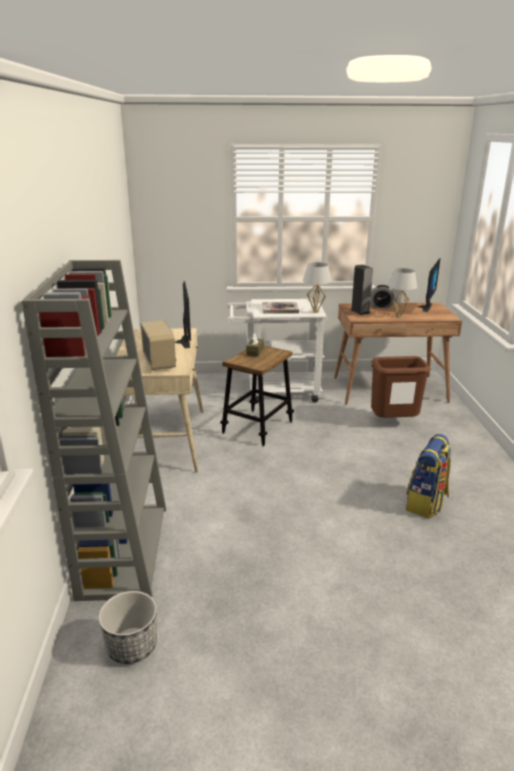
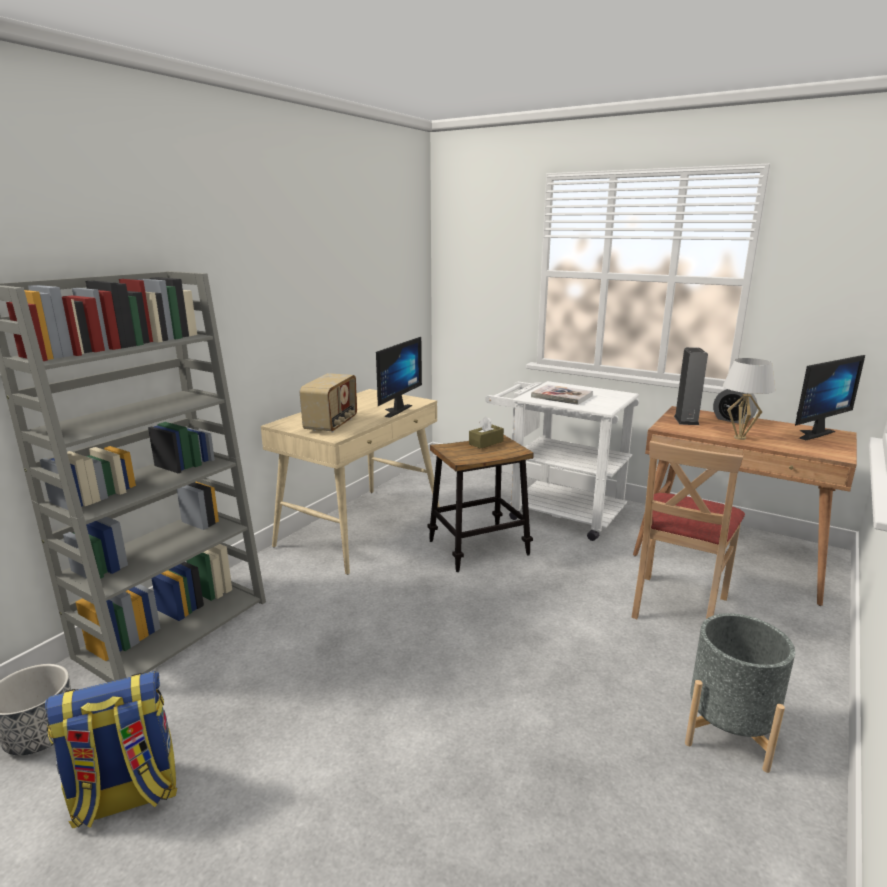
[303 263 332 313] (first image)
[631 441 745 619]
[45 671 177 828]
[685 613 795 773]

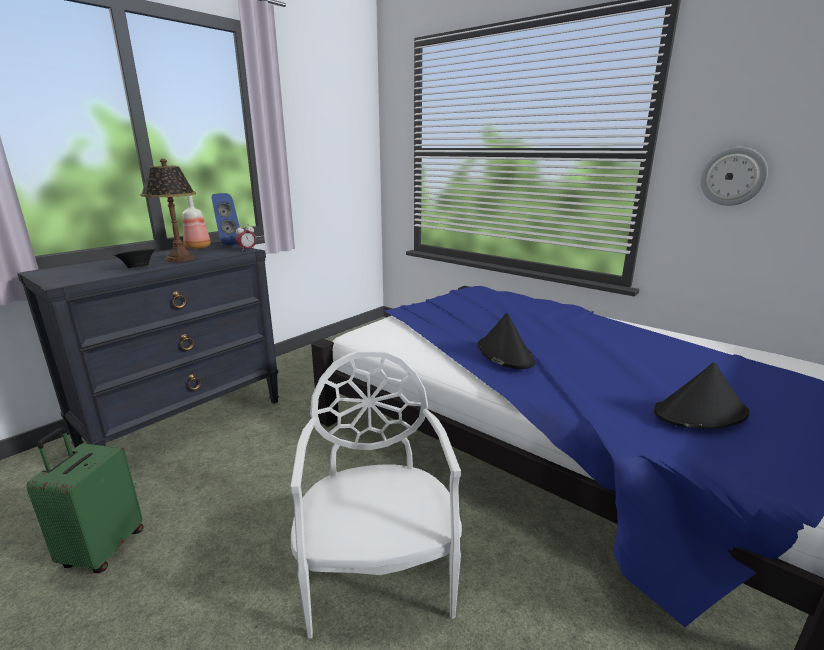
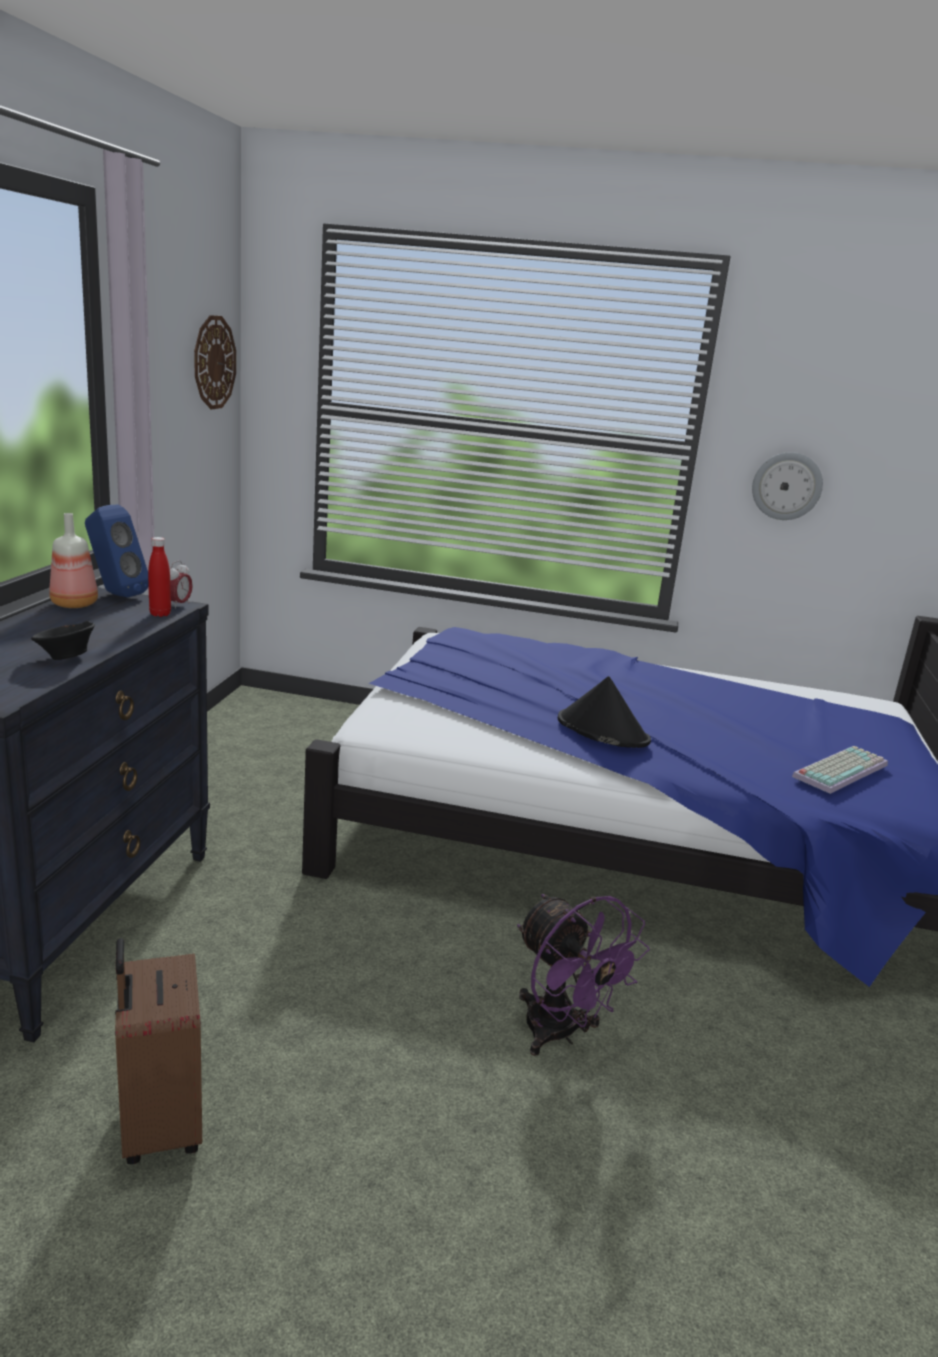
[140 159 196 262] (first image)
[517 894 650 1056]
[792 746 888 794]
[115 938 202 1164]
[194 315 236 409]
[148 537 171 617]

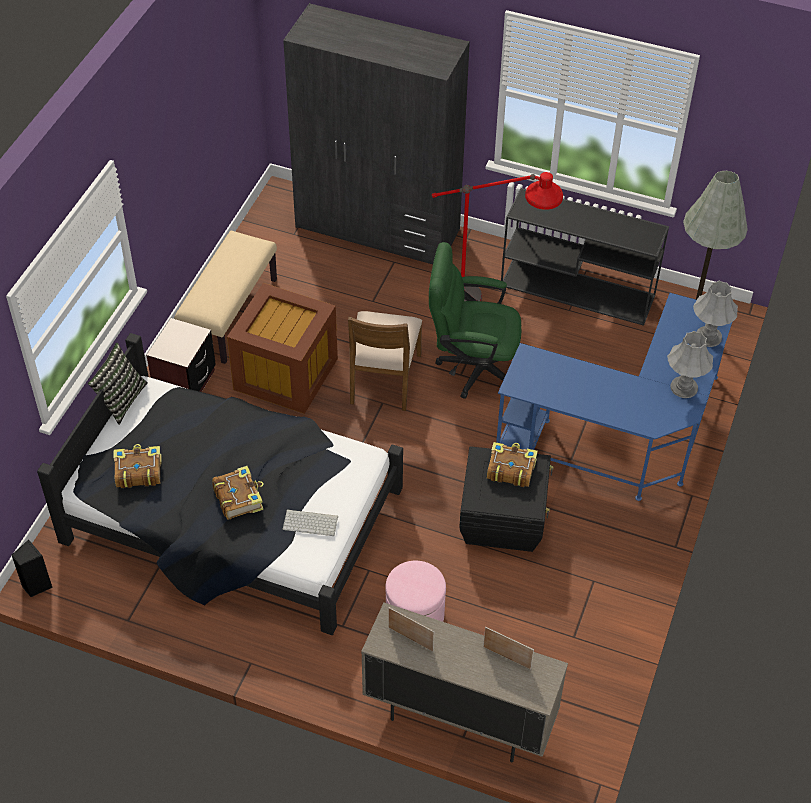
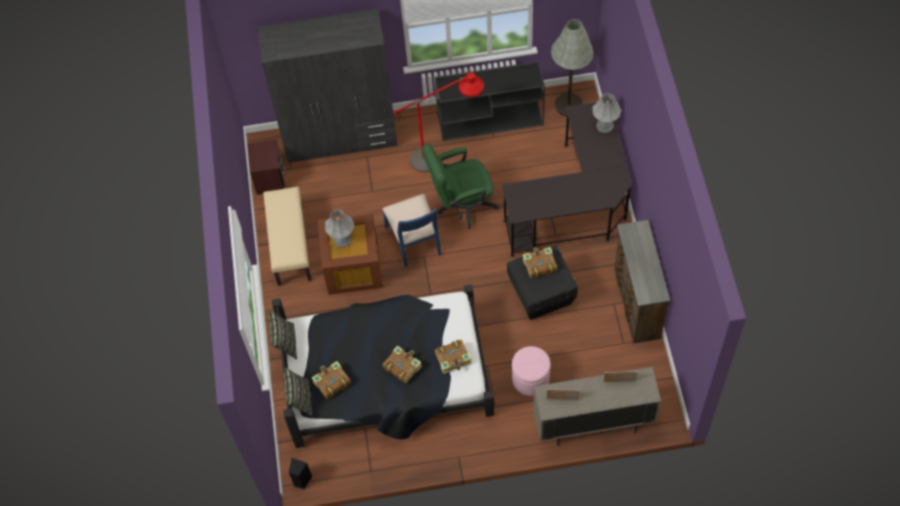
[502 100 632 257]
[382 194 441 267]
[247 139 285 195]
[325 209 354 247]
[435 339 472 374]
[614 220 670 344]
[284 367 312 417]

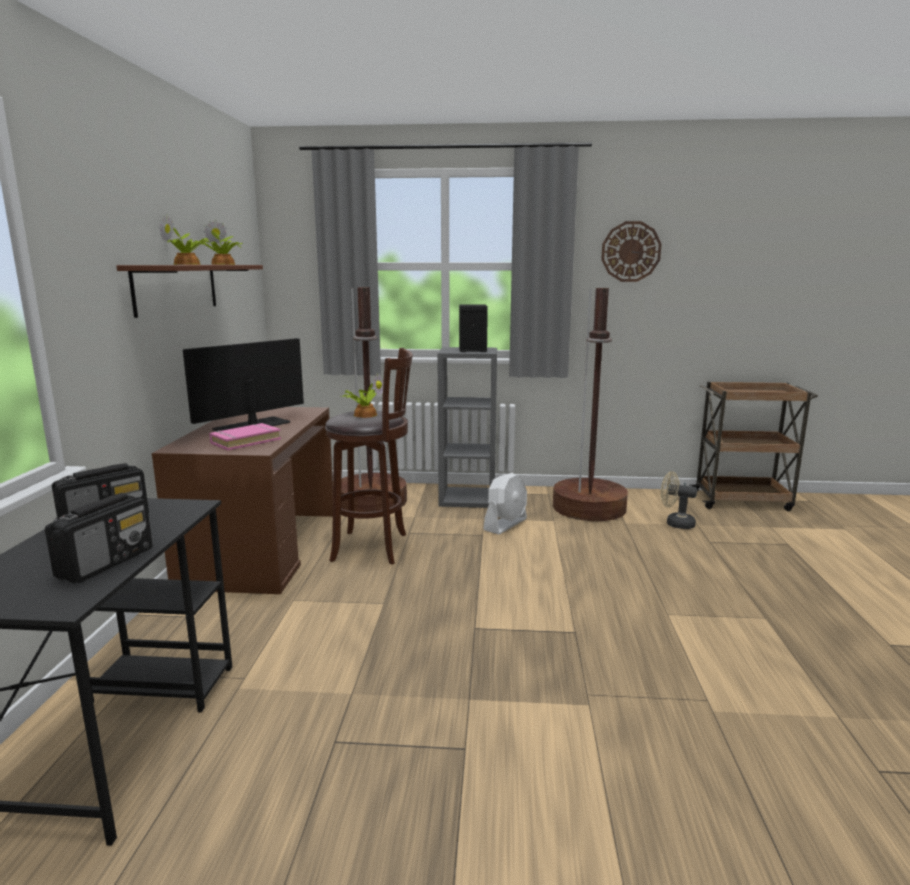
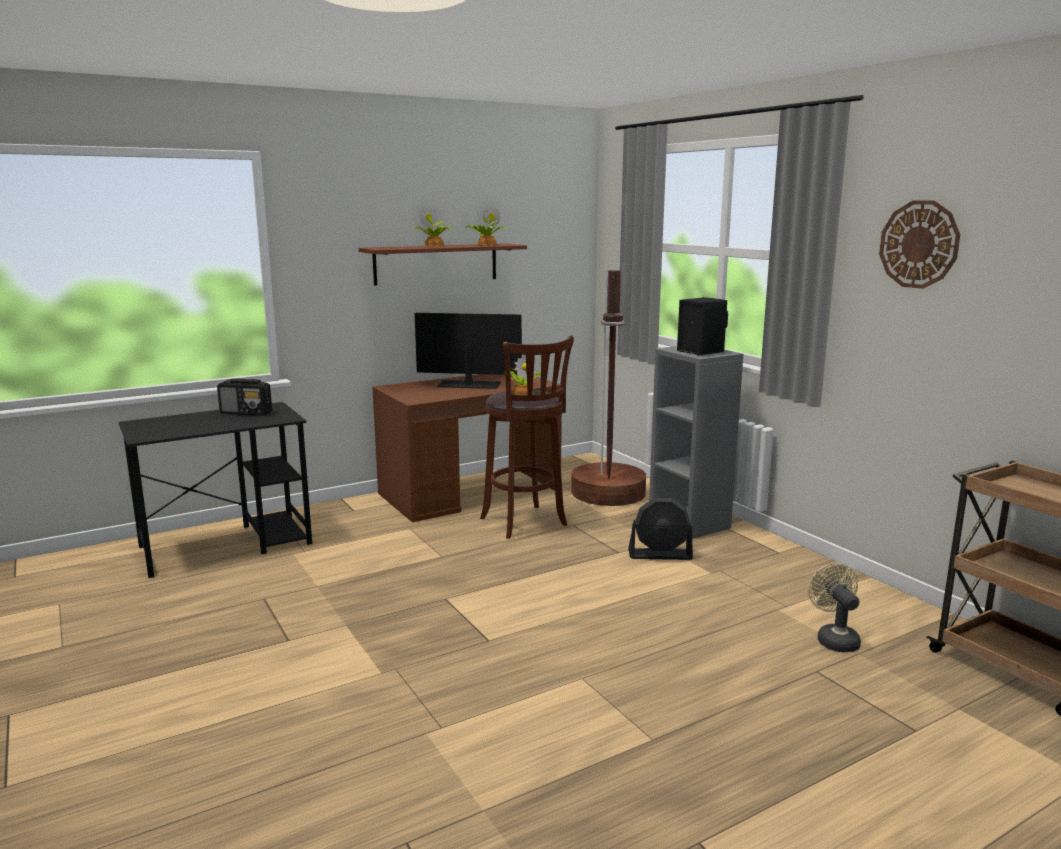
[553 288 628 521] (first image)
[209 423 281 451] (first image)
[628 498 693 560]
[45 493 152 583] (first image)

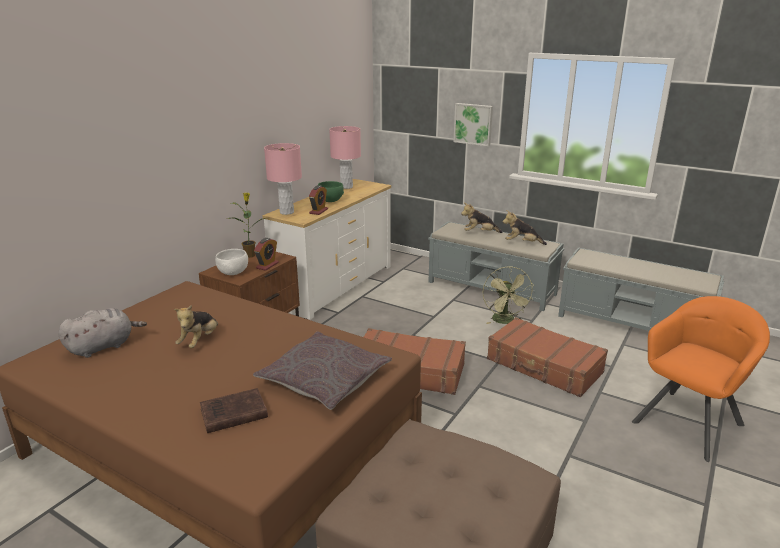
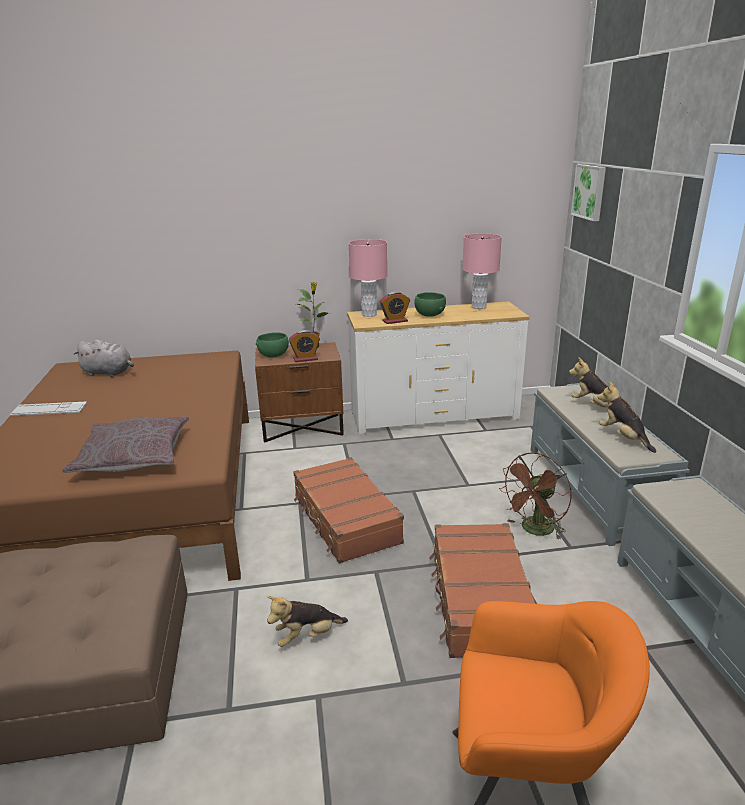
[571 164 606 221]
[256 332 289 358]
[499 452 572 540]
[267 596 348 647]
[200 388 268 433] (first image)
[10 401 87 416]

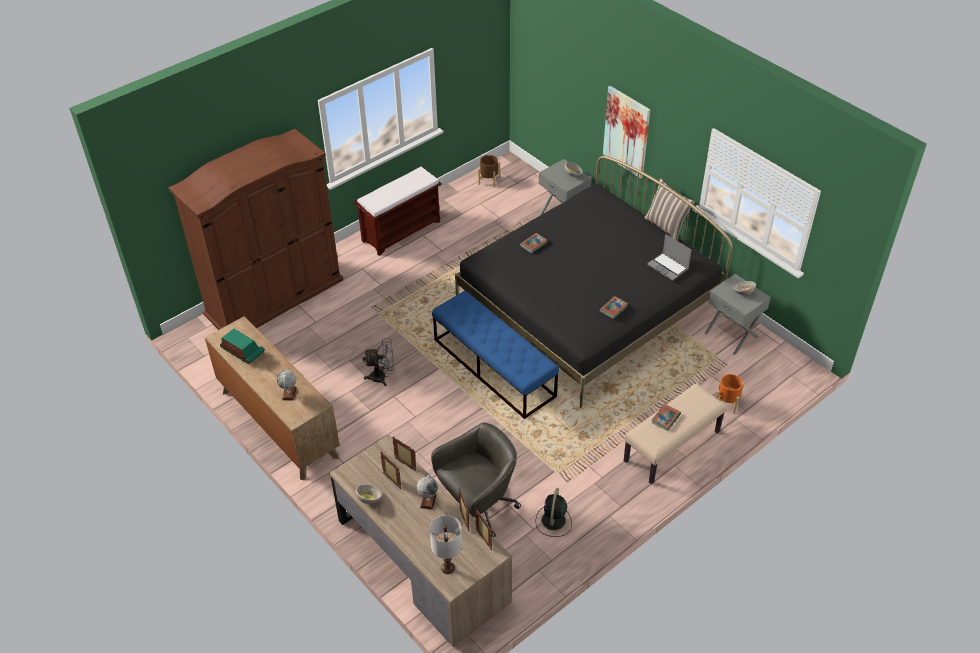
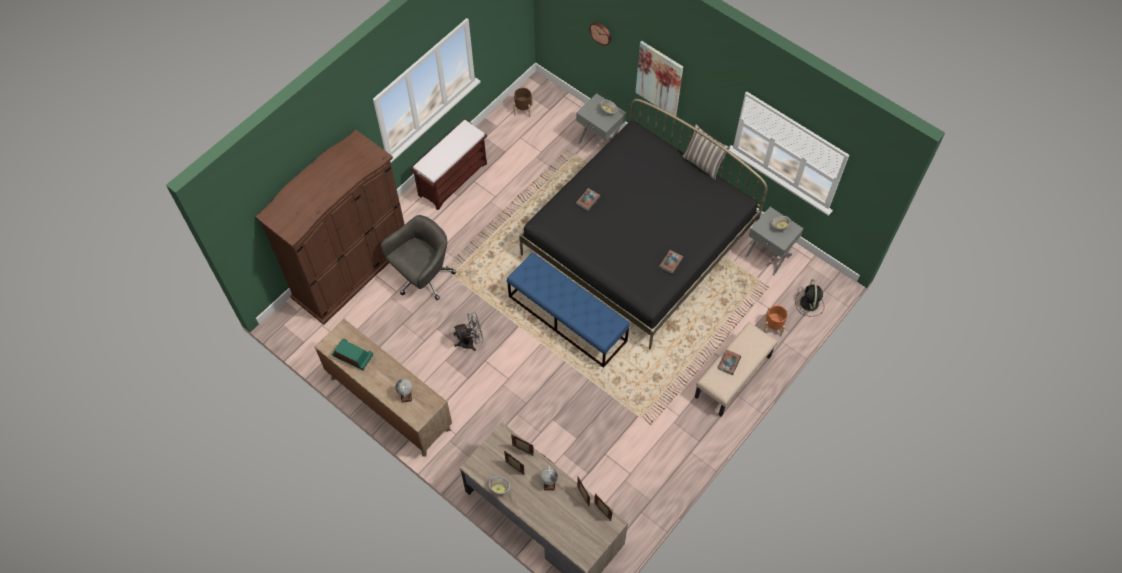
[647 234 691 281] (first image)
[381 215 456 300]
[795 279 824 316]
[430 515 462 574] (first image)
[589 22 611 46]

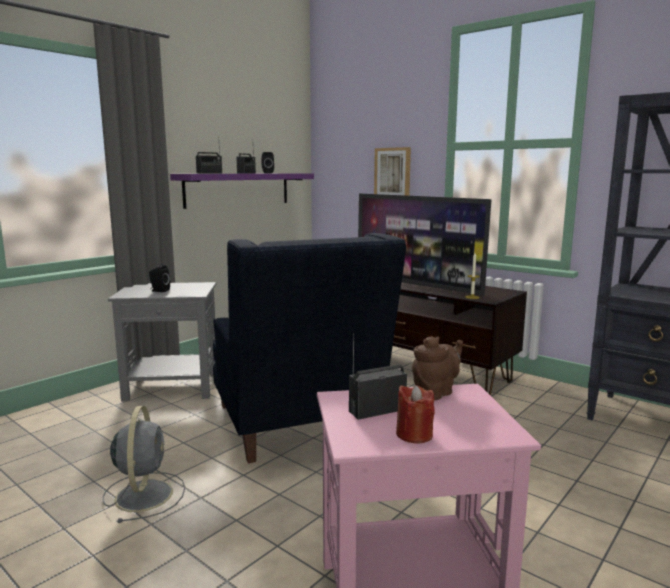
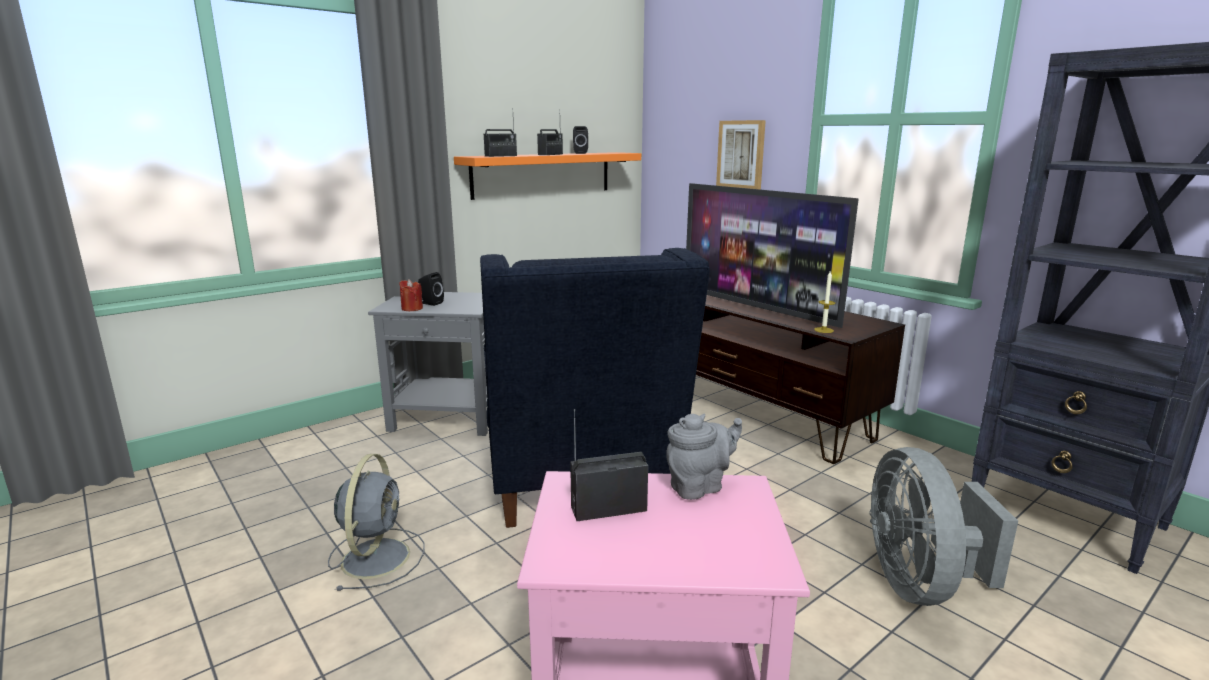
[454 152 641 200]
[666 414 742 500]
[399 279 423 311]
[870 447 1018 606]

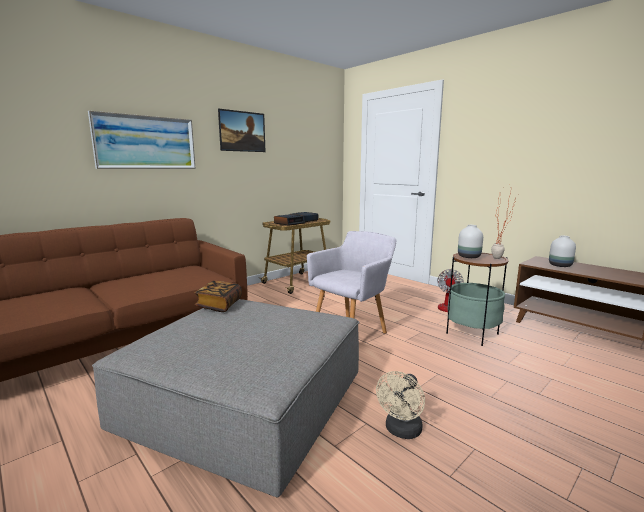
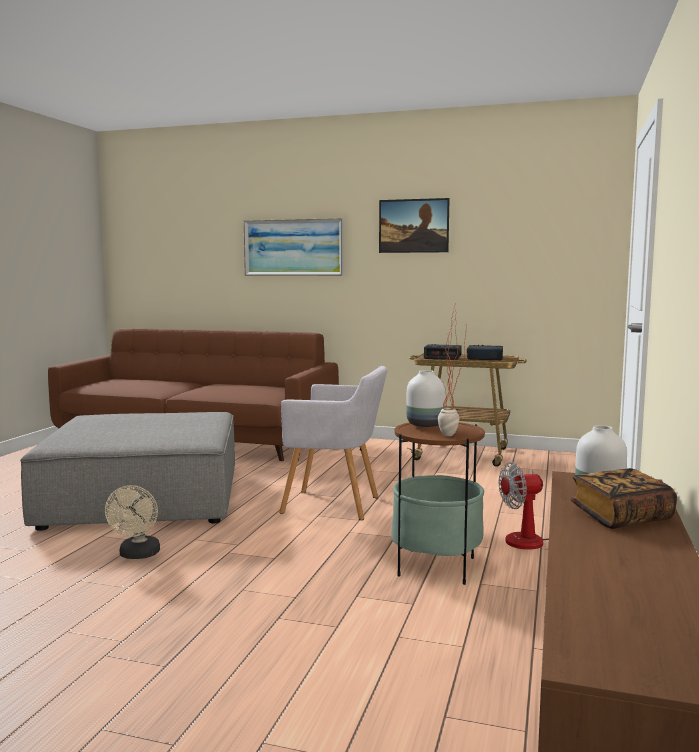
[570 468 677 529]
[105 485 160 559]

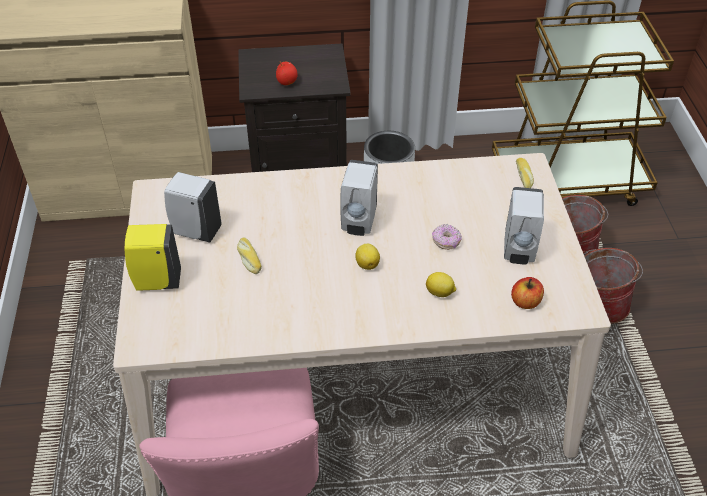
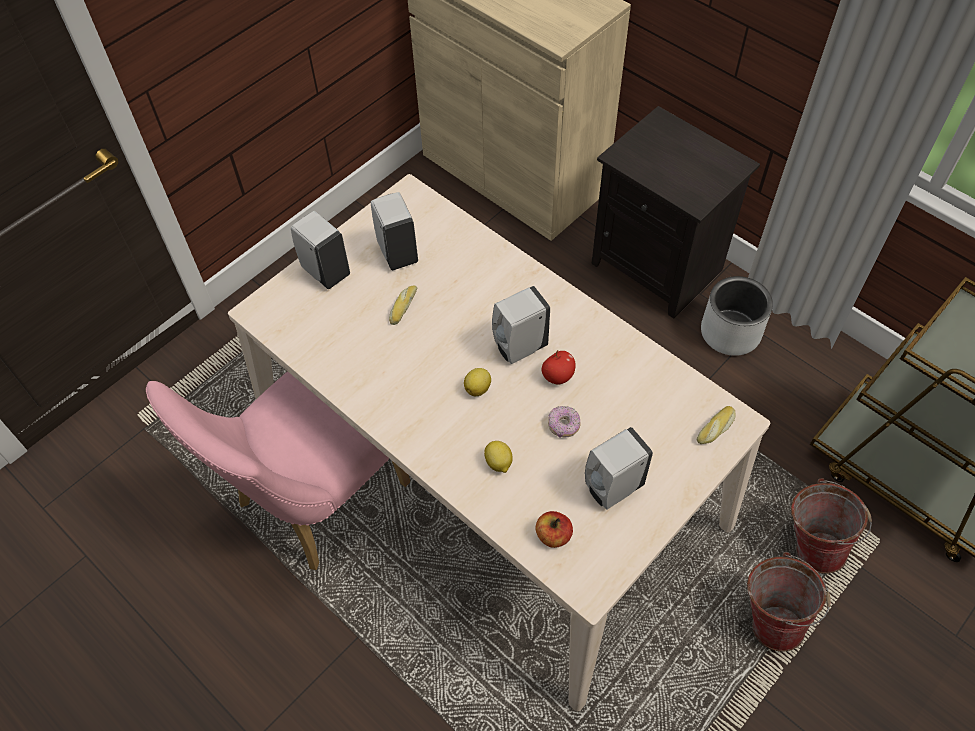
[542 350 576 385]
[291 211 350 289]

